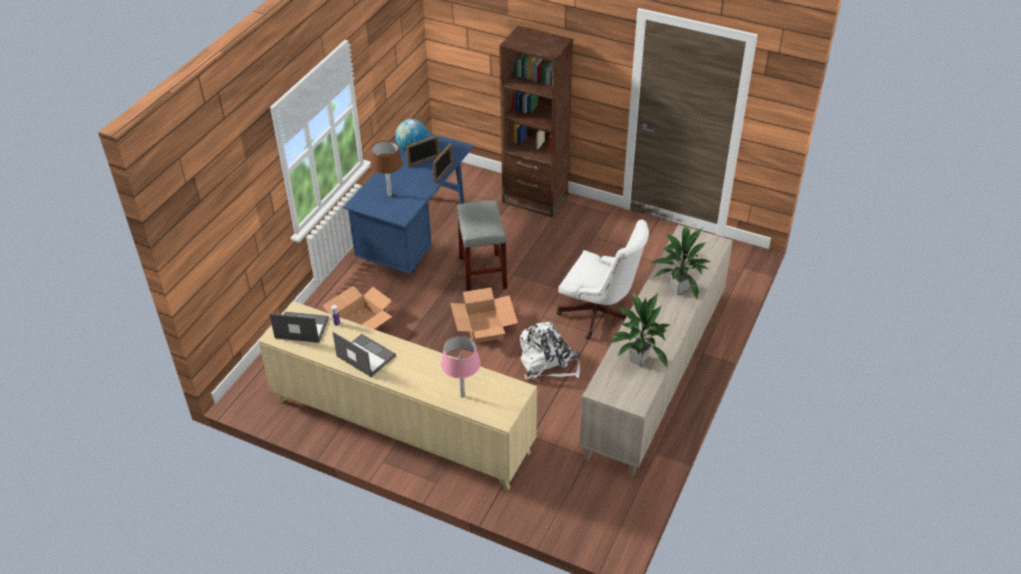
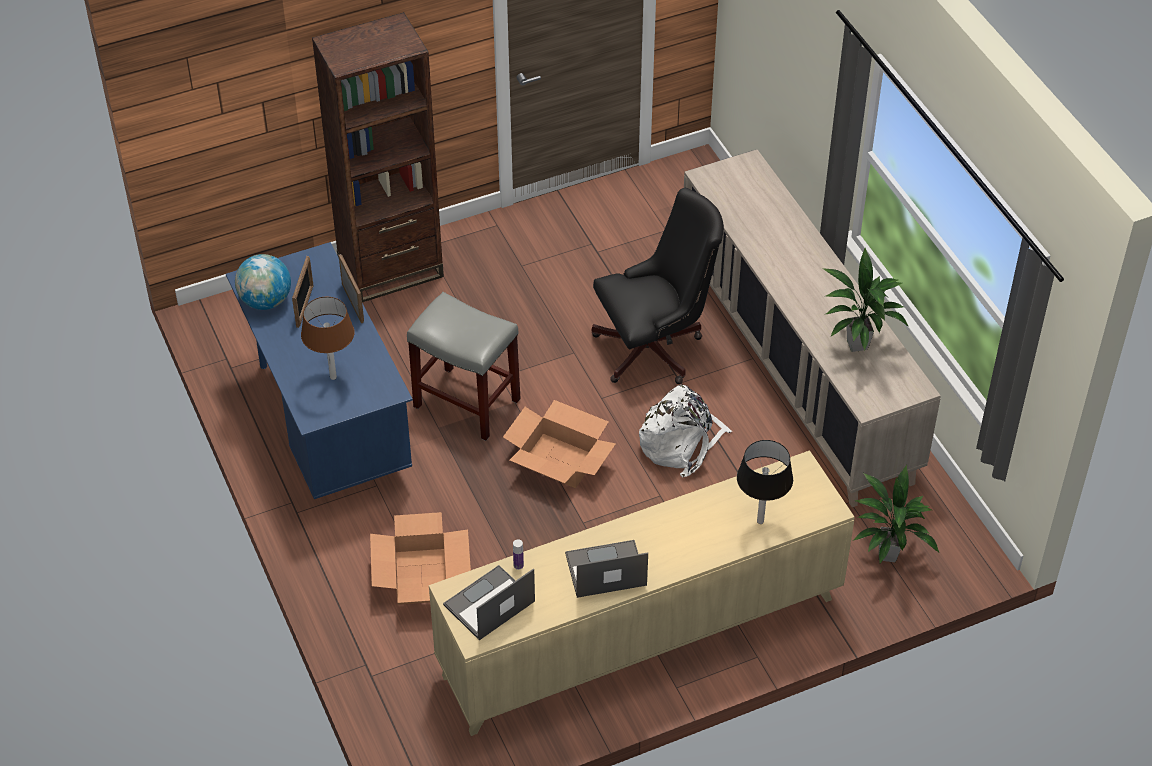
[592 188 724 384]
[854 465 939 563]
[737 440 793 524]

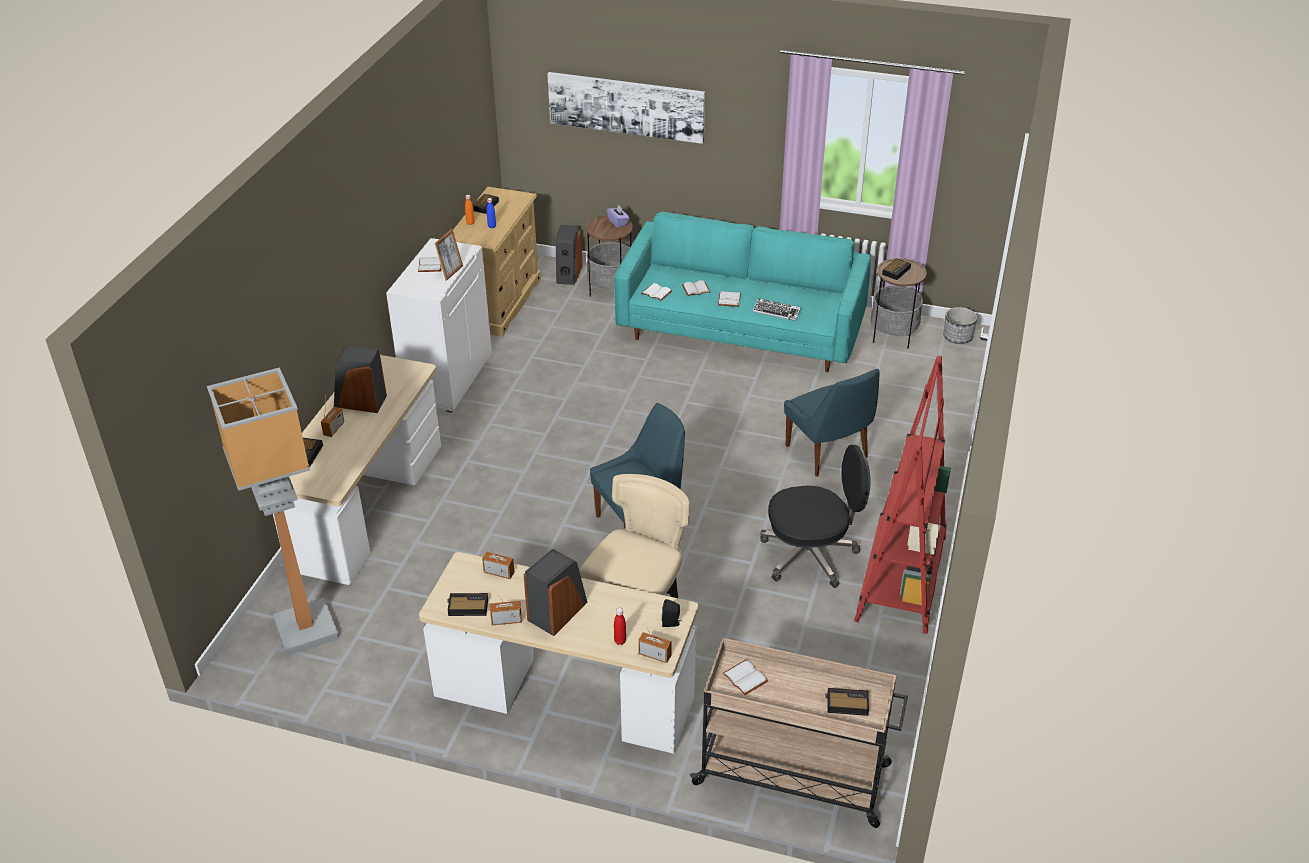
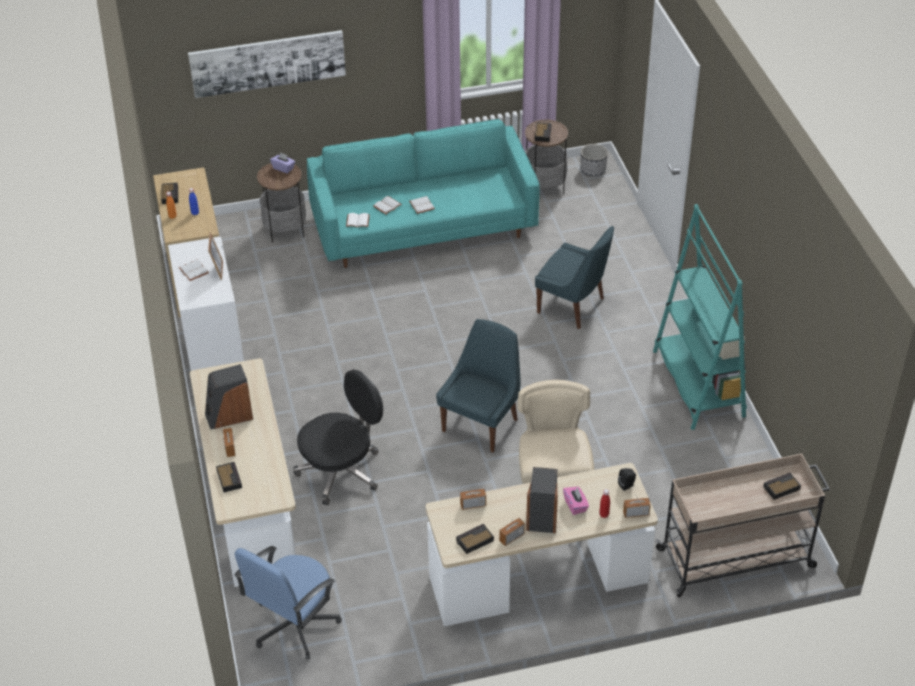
[556 225 583 285] (first image)
[753 298 801 321] (first image)
[653 204 747 430]
[234 546 342 659]
[293 370 383 505]
[723 660 768 695] (first image)
[563 486 589 515]

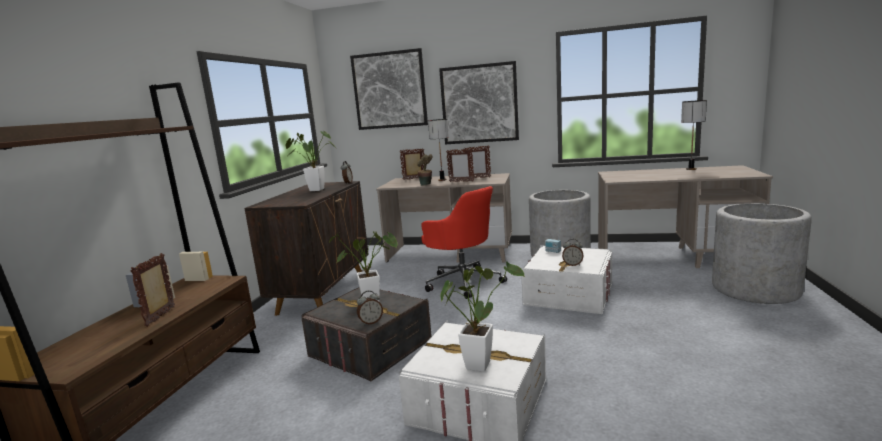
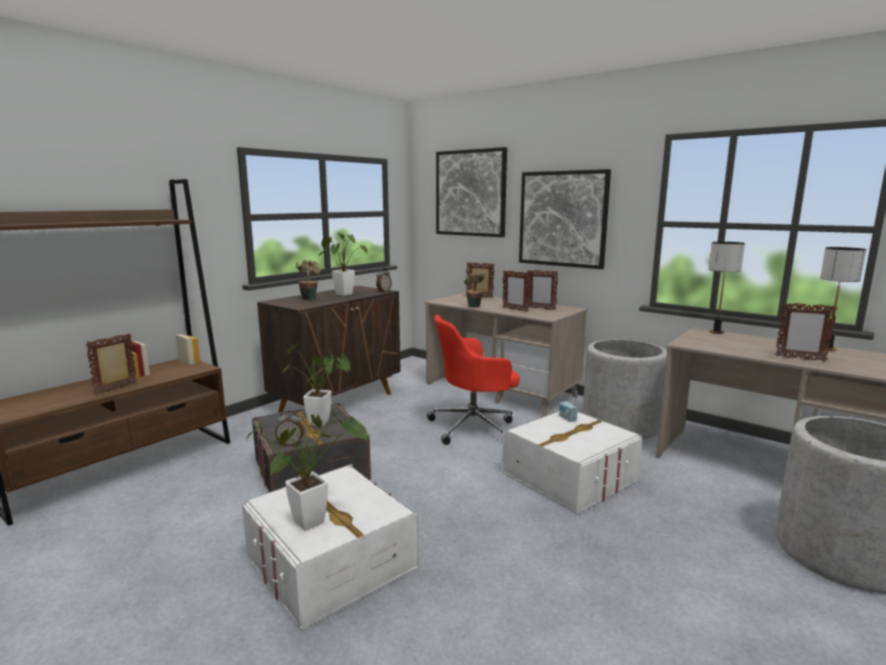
[709 242 745 334]
[427 315 520 445]
[562 239 583 266] (first image)
[296 260 321 301]
[775 303 837 362]

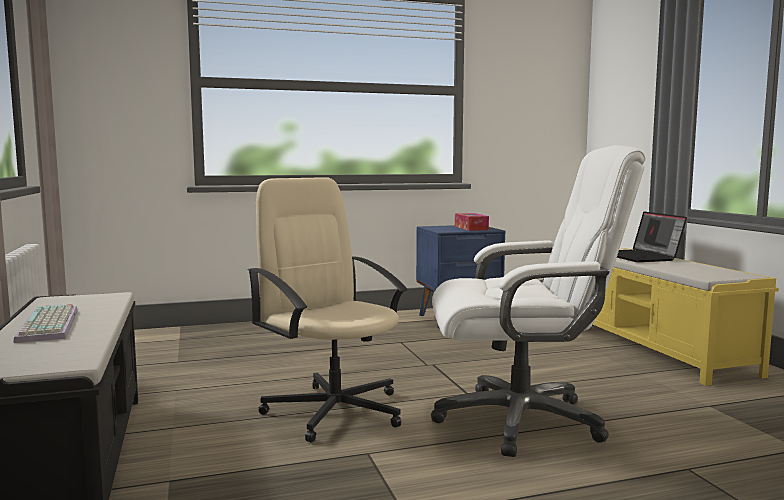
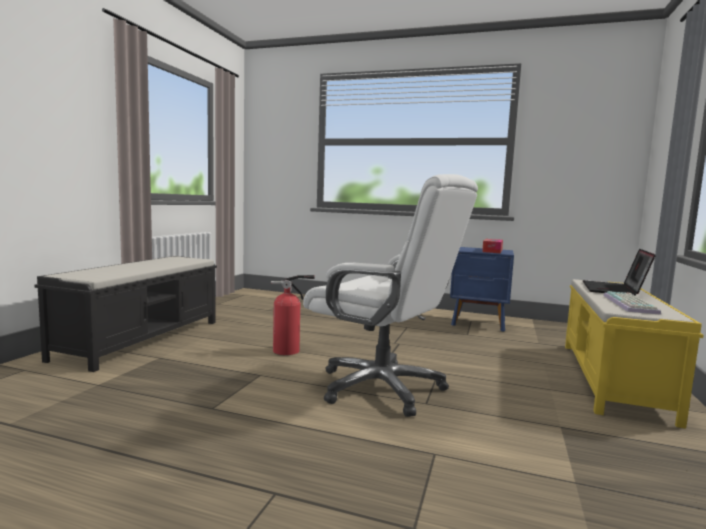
[271 275 315 355]
[603 291 661 315]

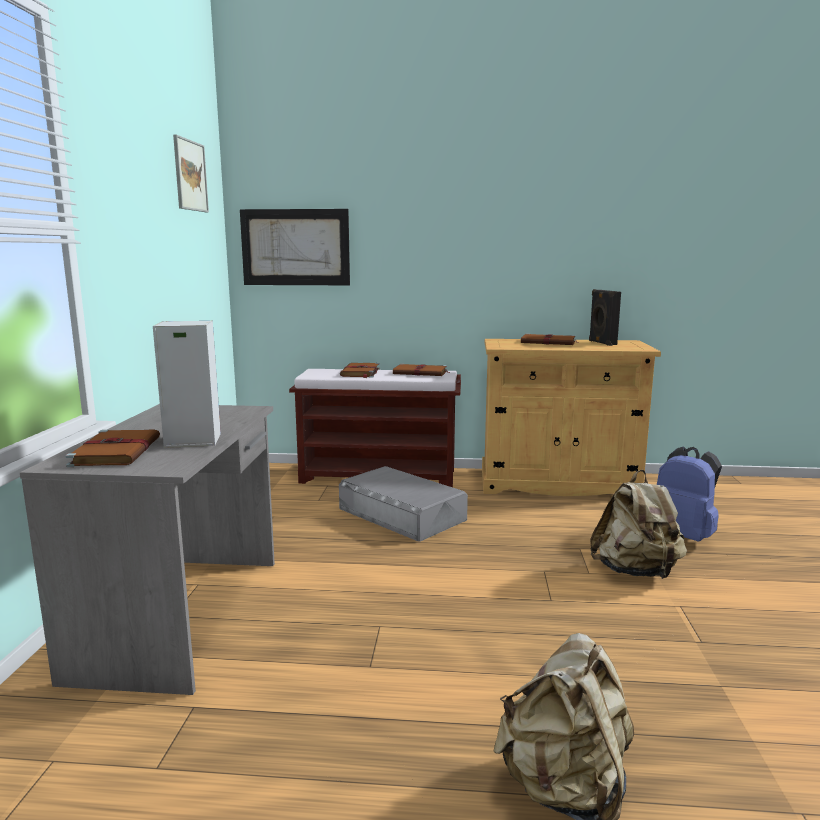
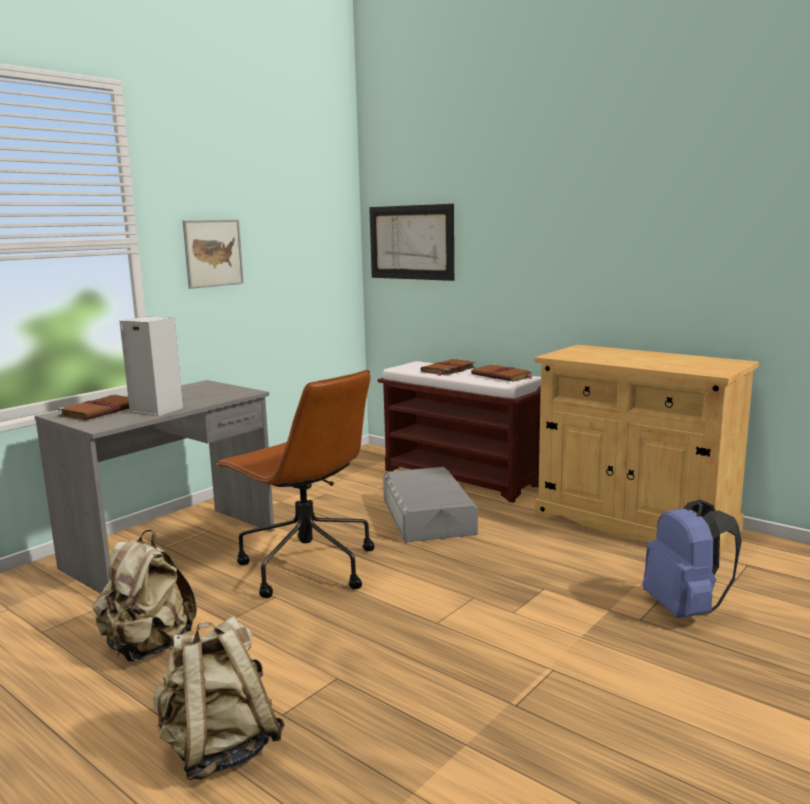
[183 220 244 289]
[589 289 621 346] (first image)
[521 333 579 345] (first image)
[93 529 197 662]
[216 370 374 598]

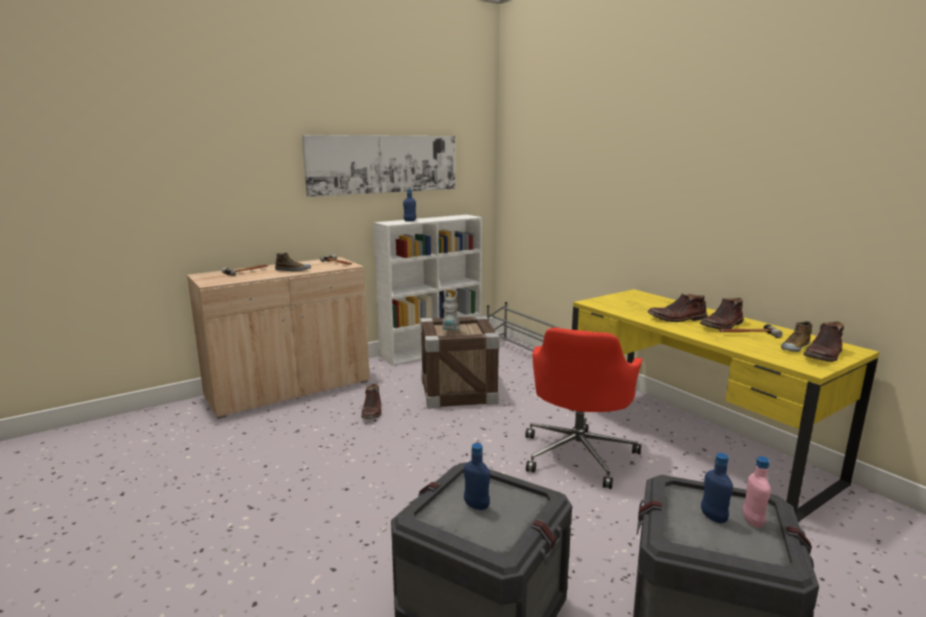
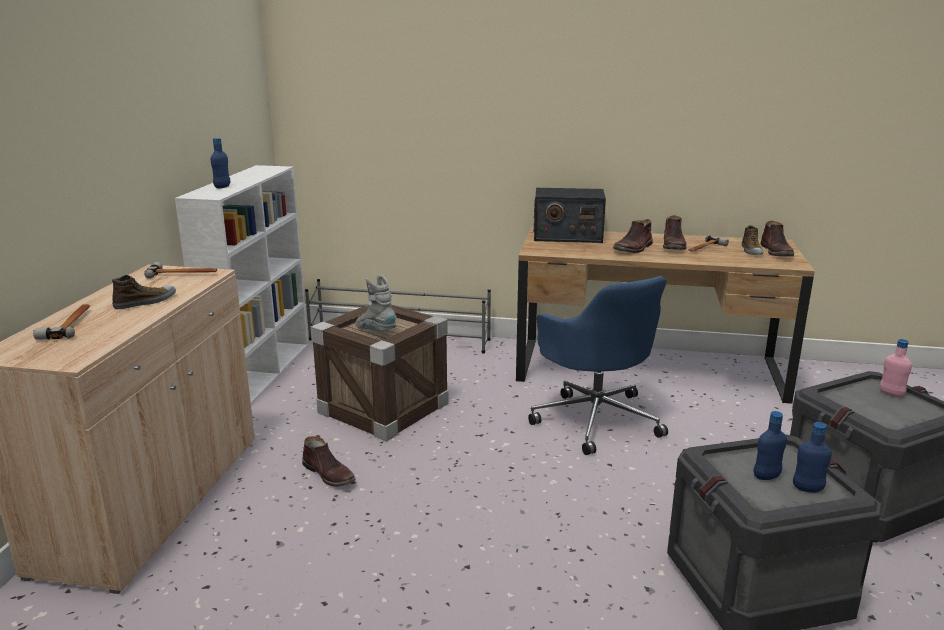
[302 135 455 197] (first image)
[516 228 815 404]
[528 276 668 455]
[793 422 832 493]
[533 188 606 243]

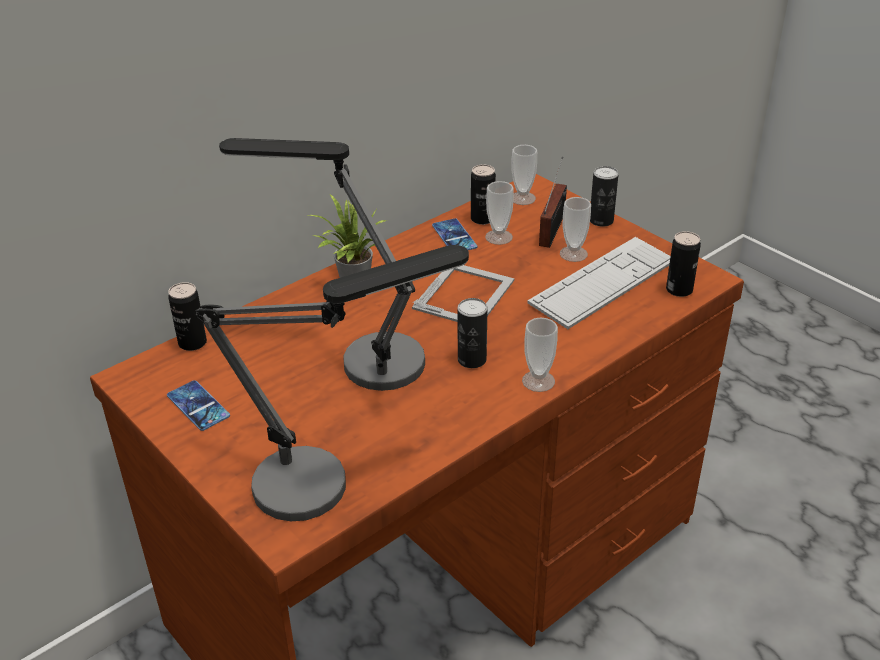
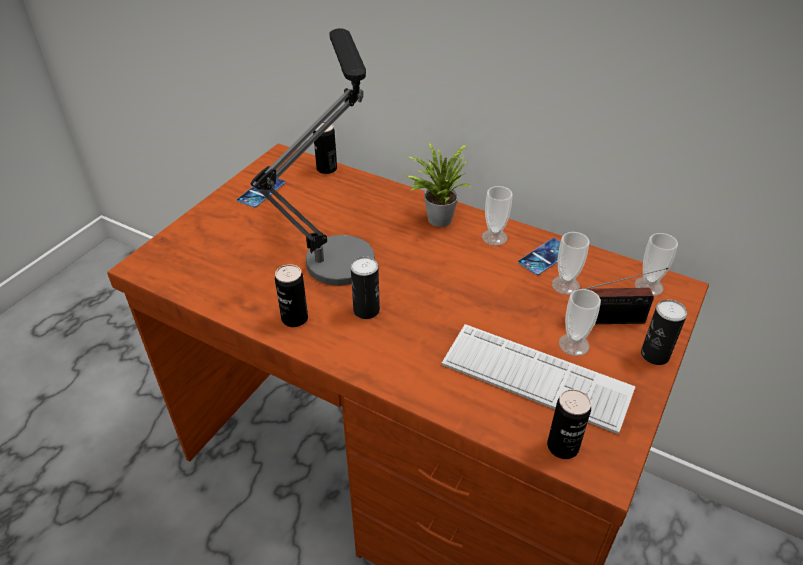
[275 264 308 327]
[194 245 469 521] (first image)
[412 265 514 322] (first image)
[482 186 513 246]

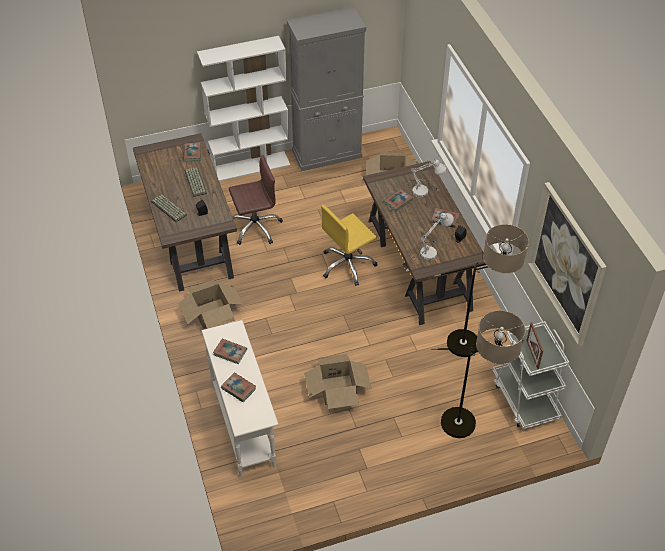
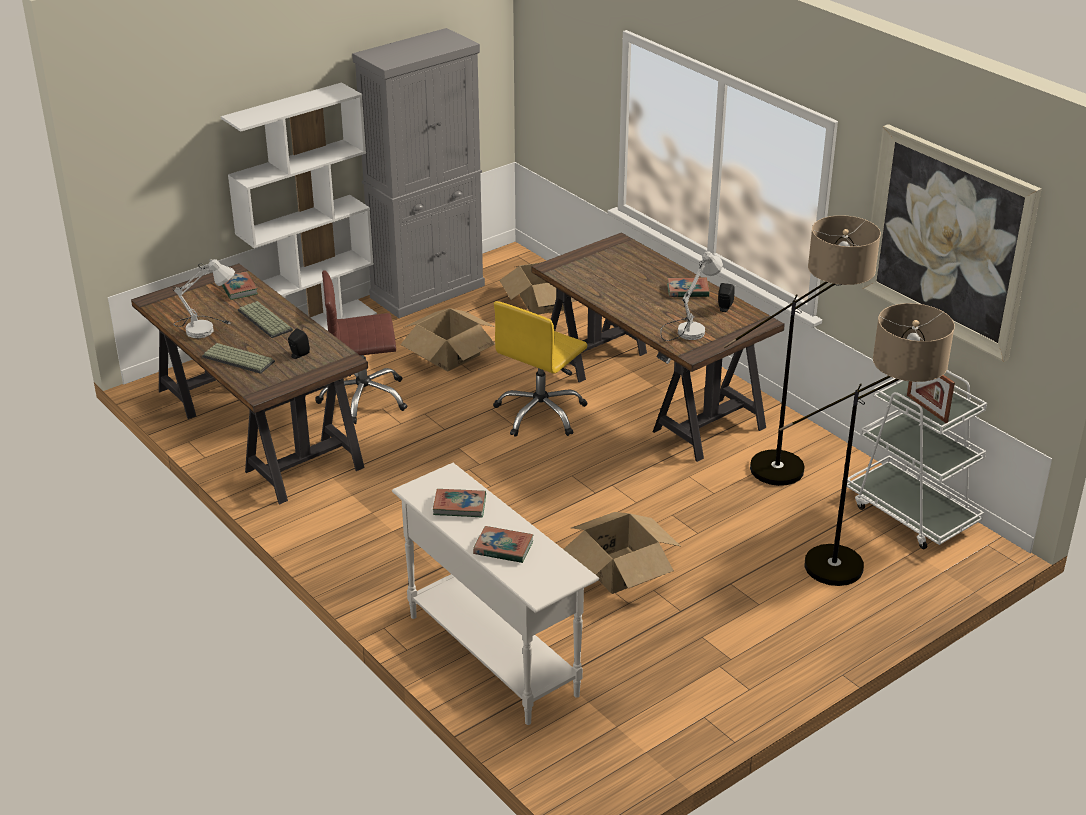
[315 271 407 424]
[173 259 235 338]
[383 189 413 211] (first image)
[400 308 495 372]

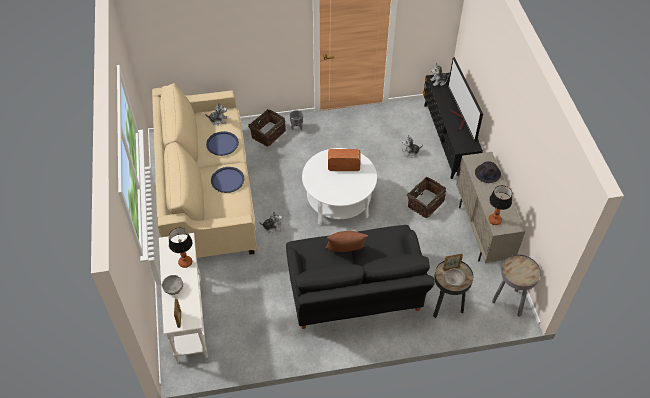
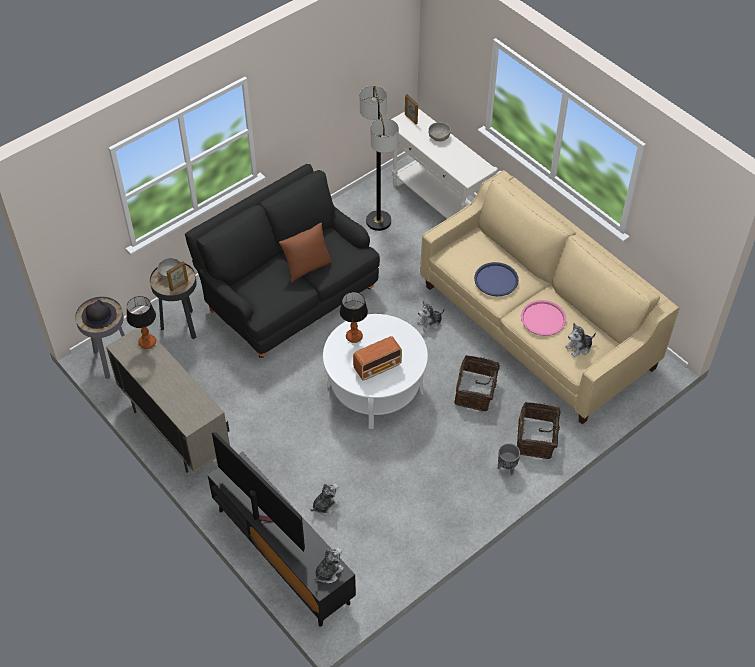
[521 300 566 336]
[82 300 117 329]
[454 355 508 411]
[340 292 368 343]
[360 86 399 231]

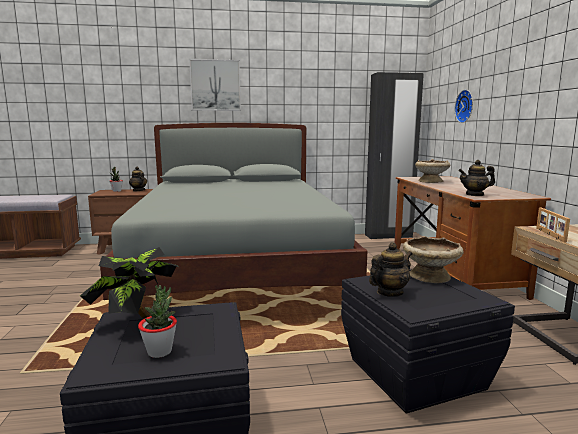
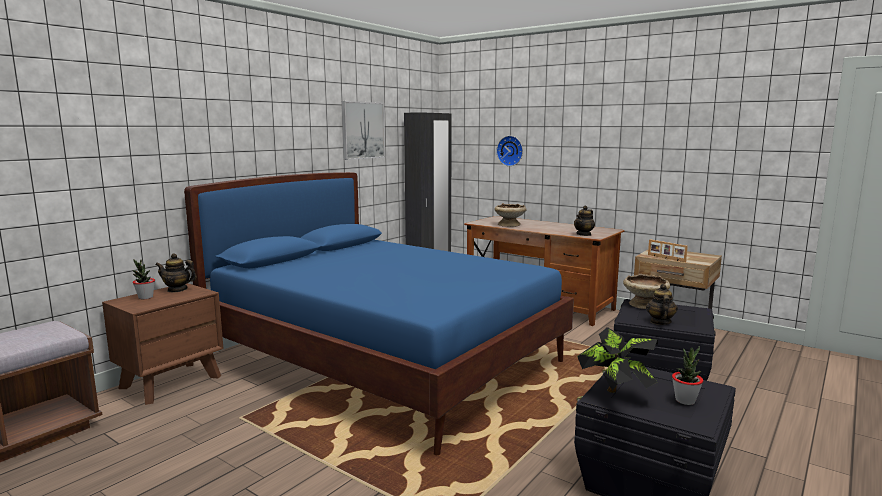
[342 101 385 160]
[184 172 574 455]

